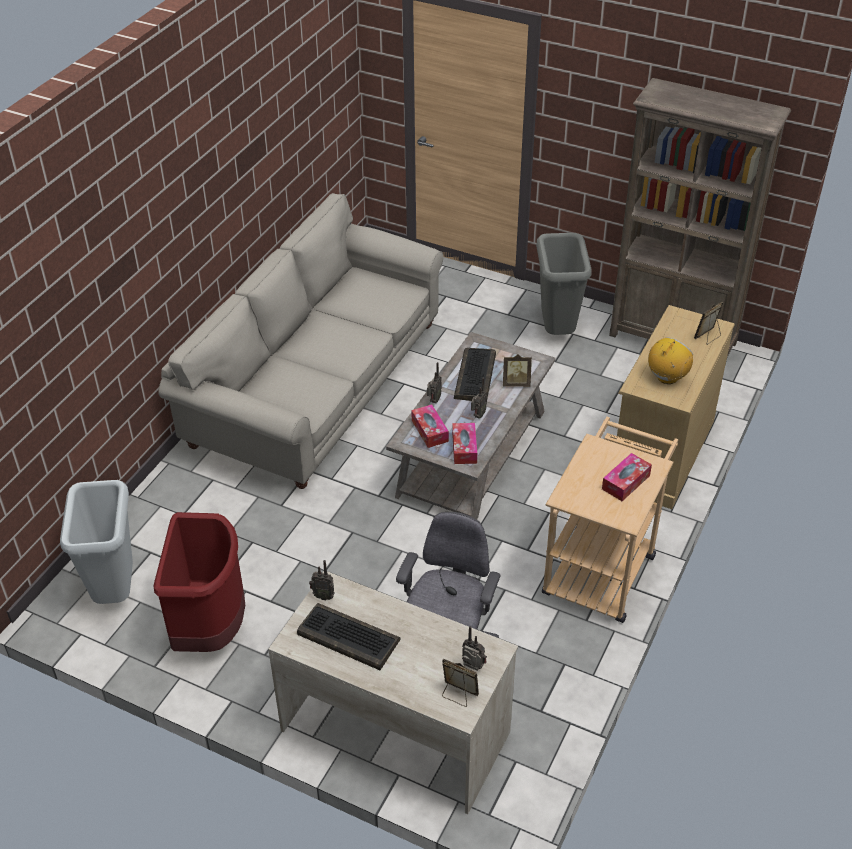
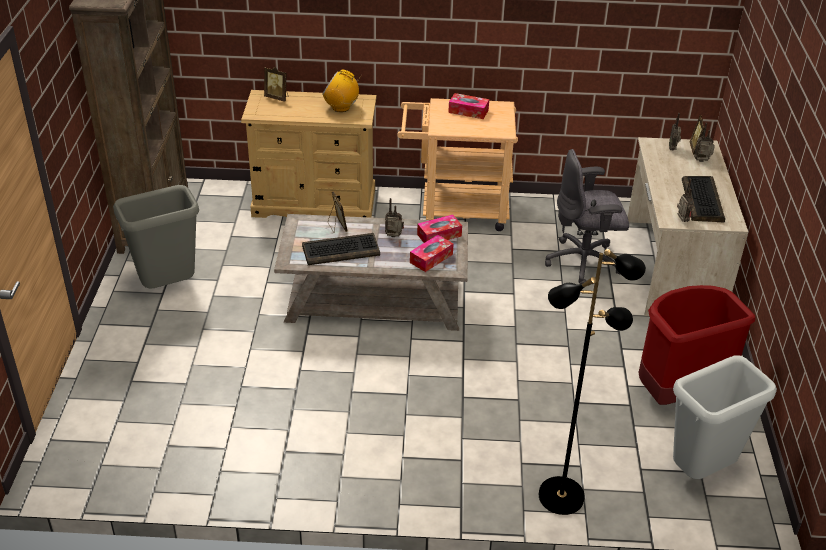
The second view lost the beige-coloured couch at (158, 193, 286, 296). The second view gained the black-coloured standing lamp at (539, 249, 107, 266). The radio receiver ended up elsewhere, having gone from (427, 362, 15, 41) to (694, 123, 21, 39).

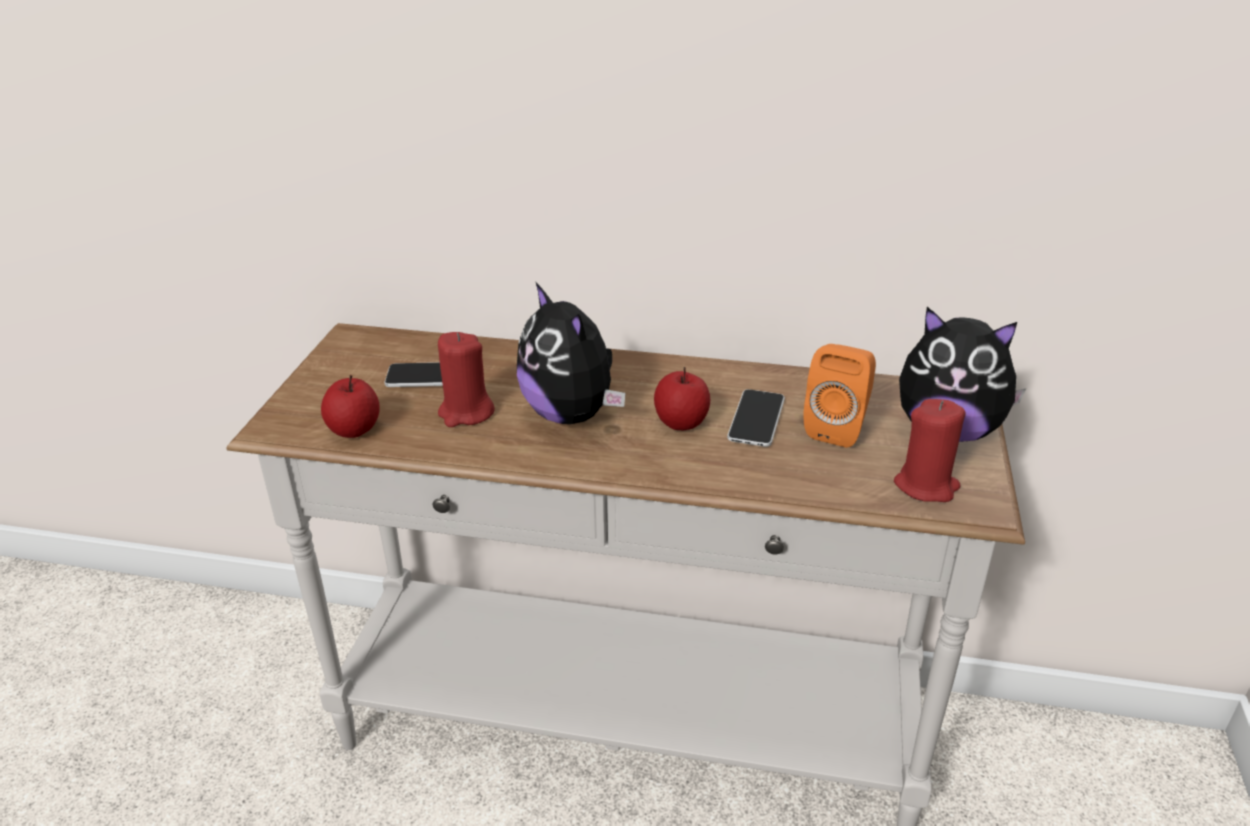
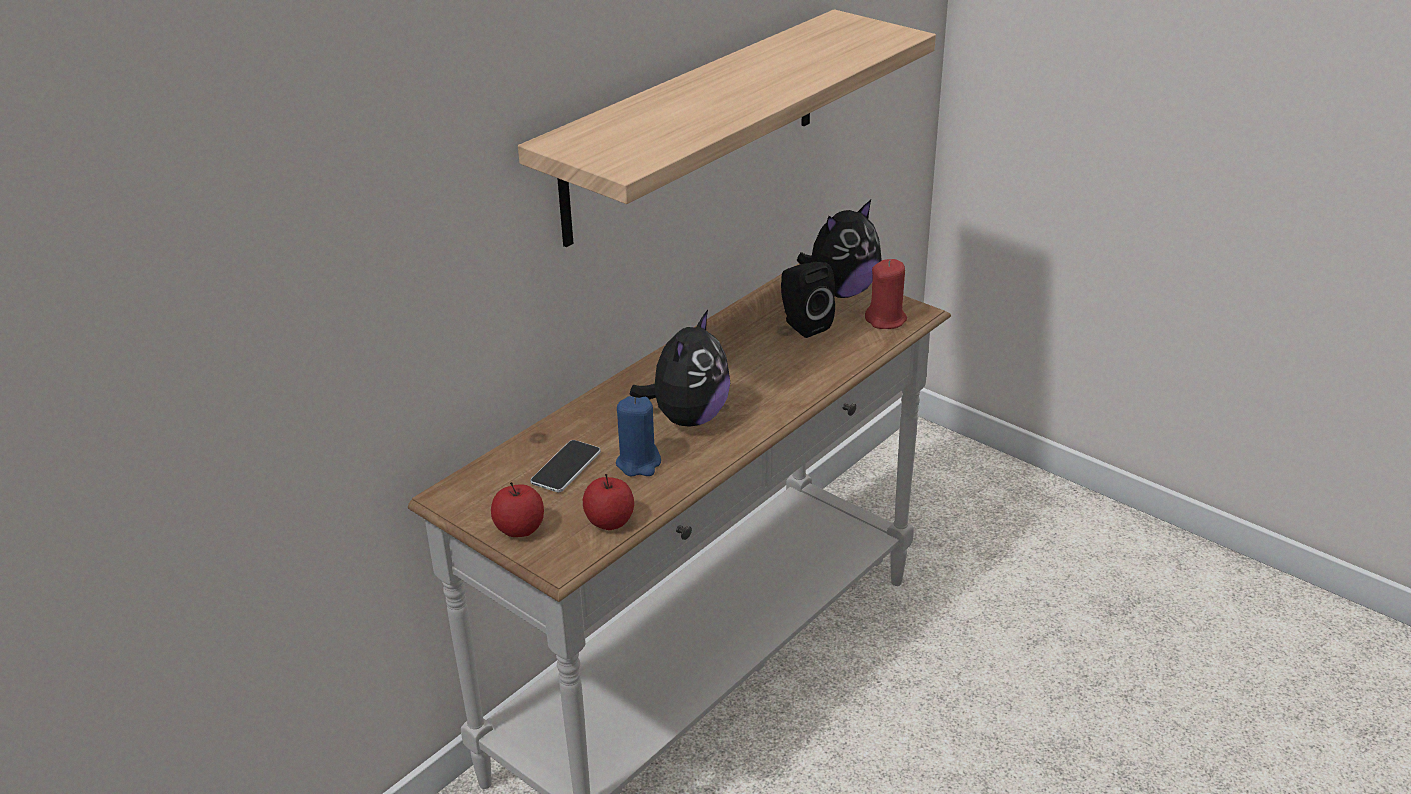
The second view lost the phone at (727, 389, 58, 58). The second view gained the wall shelf at (518, 9, 418, 238). The apple ended up elsewhere, having gone from (654, 367, 56, 64) to (491, 482, 53, 55). What was the red wax candle at (438, 332, 57, 95) turned into the bluish wax candle at (616, 396, 45, 81). What was the orange-coloured speaker at (803, 344, 73, 104) turned into the black-coloured speaker at (781, 262, 54, 76). The soft toy at (517, 283, 108, 141) ended up facing another way, 60 degrees counterclockwise from before.

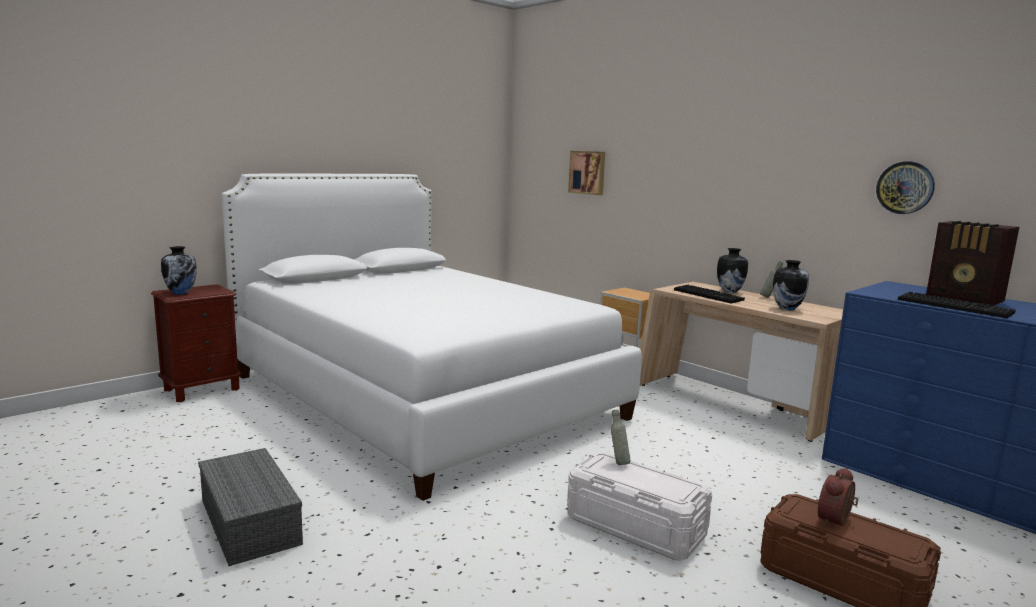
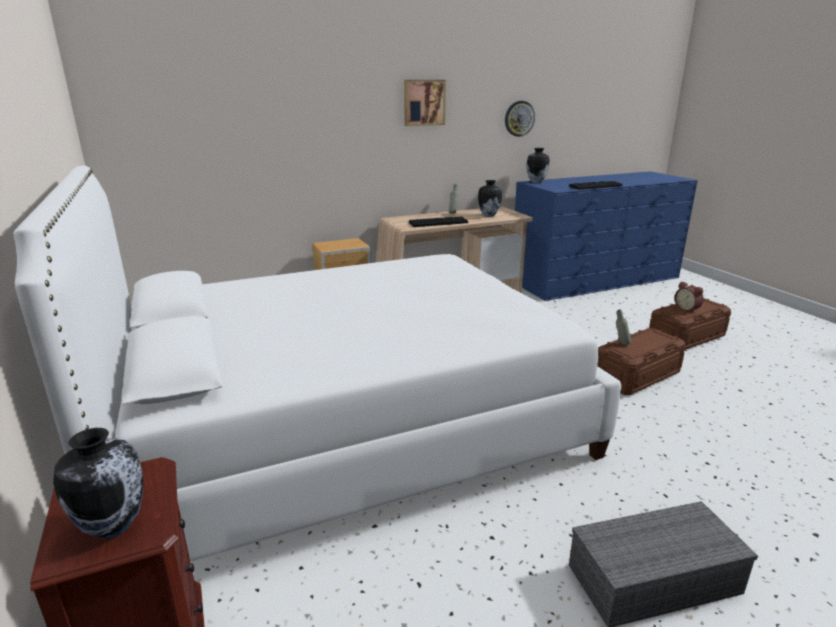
The second view lost the radio receiver at (926, 221, 93, 85). The picture ended up elsewhere, having gone from (568, 151, 37, 44) to (404, 80, 42, 46). The flower vase ended up elsewhere, having gone from (717, 248, 31, 45) to (527, 148, 23, 35). What was the white-coloured storage bin at (567, 452, 145, 108) turned into the brown-coloured storage bin at (597, 328, 89, 67).

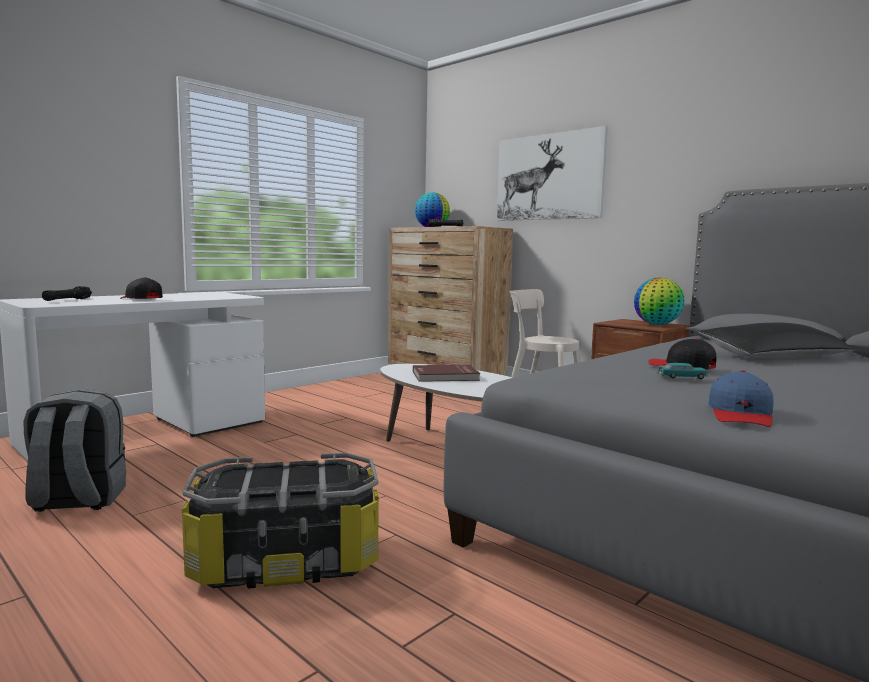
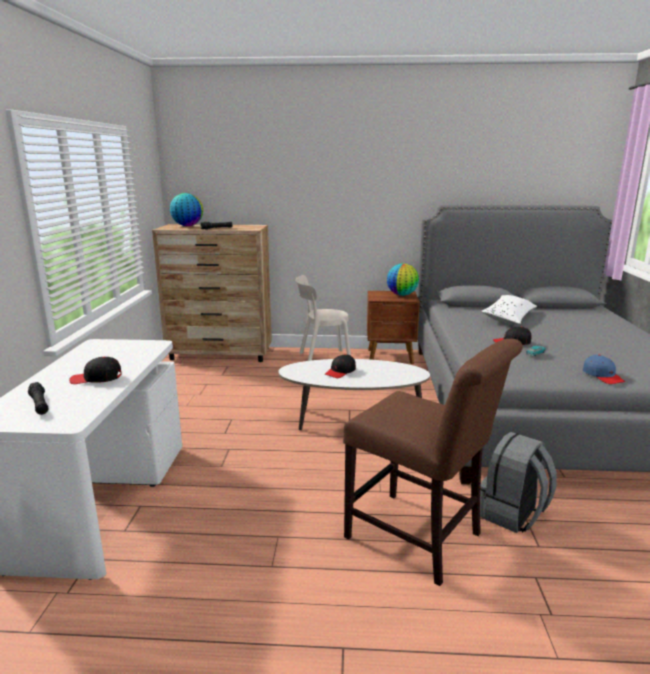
The second view lost the picture at (497, 126, 111, 95). The greyish knapsack ended up elsewhere, having gone from (23, 389, 103, 123) to (480, 432, 77, 101). Where the storage bin stood at (182, 453, 197, 136), the brown-coloured upright chair came to stand at (343, 339, 180, 247). Where the red bound book stood at (413, 365, 67, 17), the black-coloured baseball cap came to stand at (325, 354, 31, 24). What was the black-coloured throw pillow at (699, 323, 157, 36) turned into the white-coloured throw pillow at (481, 295, 56, 29).

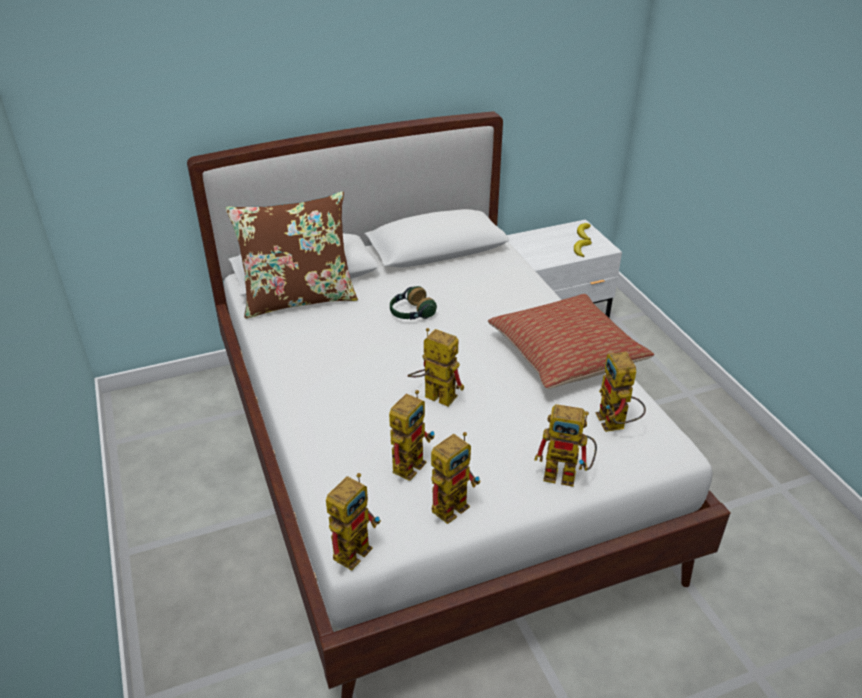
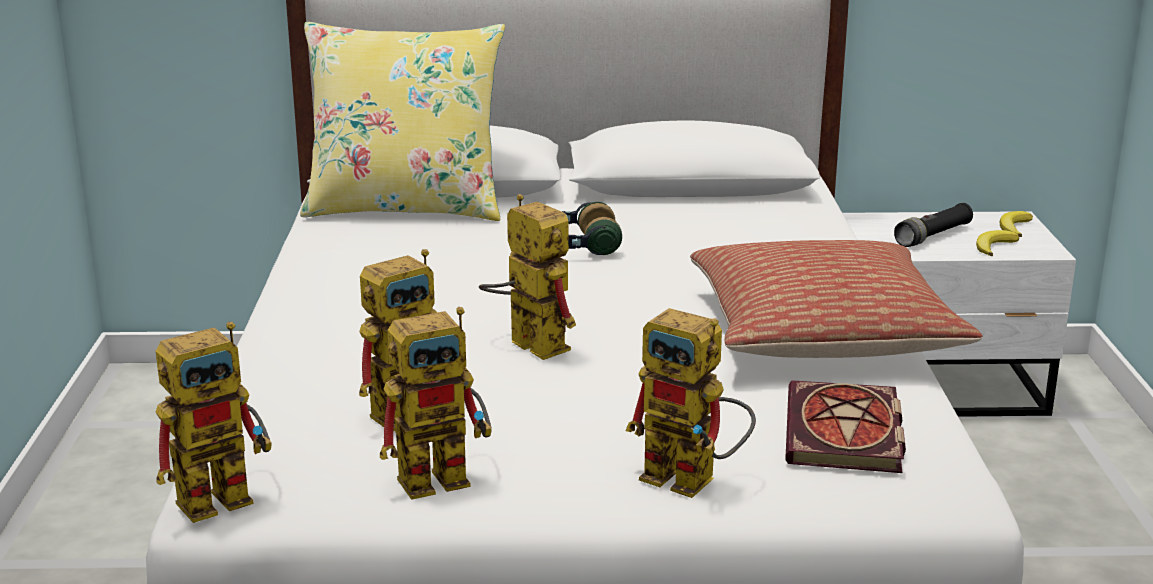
The second view gained the black-coloured flashlight at (894, 203, 79, 44). Where the model robot stood at (596, 352, 50, 80), the bound book came to stand at (785, 380, 121, 93). What was the brown-coloured throw pillow at (226, 191, 132, 128) turned into the yellow-coloured throw pillow at (300, 22, 205, 199).

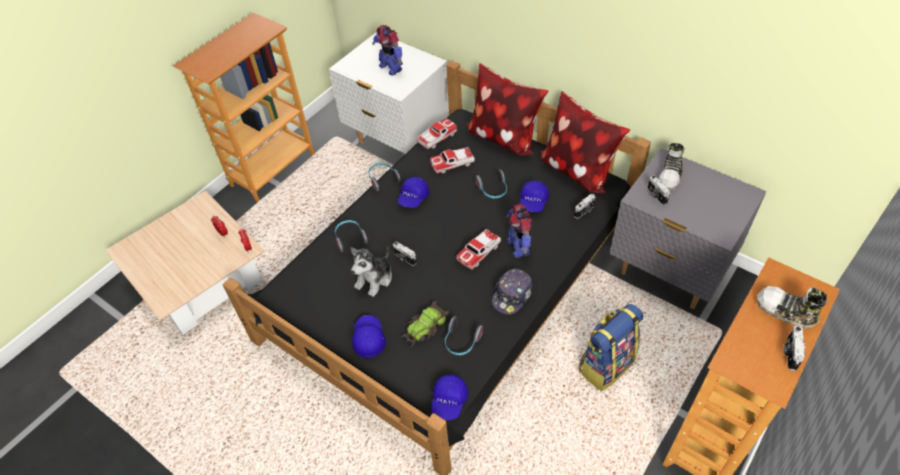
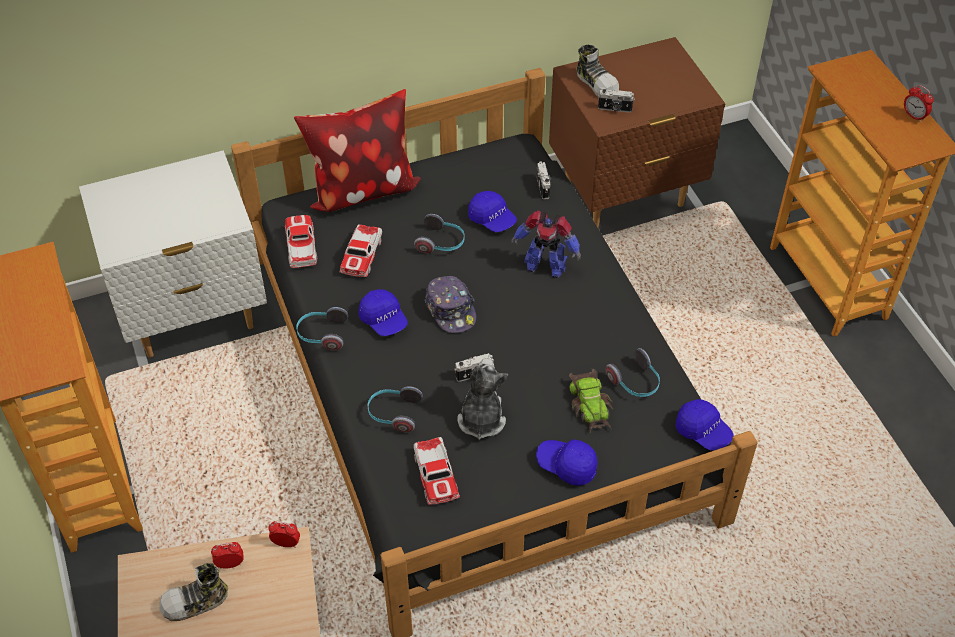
The second view lost the model robot at (372, 25, 31, 51). The second view lost the throw pillow at (540, 91, 90, 102). The second view lost the knapsack at (579, 304, 64, 87). The toy car ended up elsewhere, having gone from (456, 229, 45, 40) to (413, 437, 47, 68). The baseball cap ended up elsewhere, having gone from (492, 269, 40, 46) to (425, 276, 52, 57). The item of footwear ended up elsewhere, having gone from (757, 286, 70, 42) to (159, 563, 69, 58). Where the photo camera stood at (783, 326, 23, 45), the alarm clock came to stand at (904, 85, 30, 37). What was the greyish night table at (610, 148, 157, 161) turned into the brown-coloured night table at (549, 37, 176, 191). The soft toy at (350, 247, 42, 50) ended up facing another way, 150 degrees counterclockwise from before.

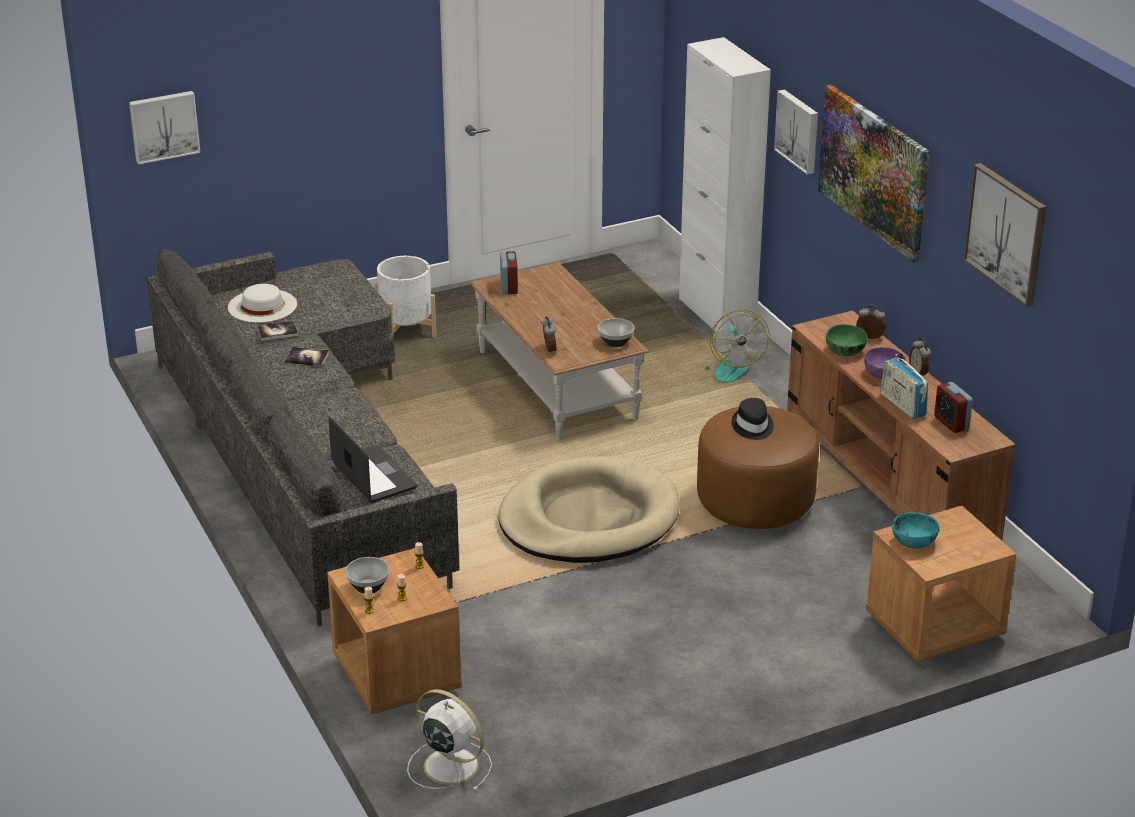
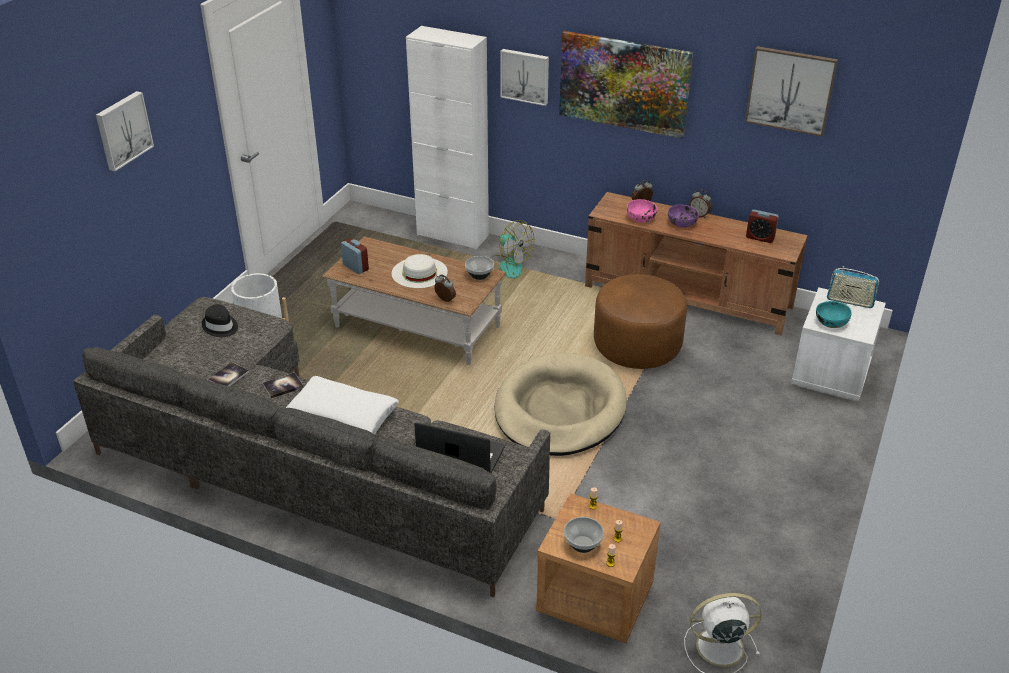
The second view gained the white-coloured throw pillow at (286, 376, 113, 58). The picture ended up elsewhere, having gone from (129, 91, 71, 74) to (96, 91, 58, 80). The white-coloured wearable hat ended up elsewhere, having gone from (228, 284, 69, 39) to (391, 254, 57, 34). The black-coloured wearable hat ended up elsewhere, having gone from (732, 398, 42, 42) to (202, 304, 36, 33). The radio receiver ended up elsewhere, having gone from (880, 354, 48, 65) to (827, 266, 52, 42). What was the greenish bowl at (826, 324, 41, 32) turned into the pinkish bowl at (627, 199, 30, 24). What was the brown-coloured night table at (866, 505, 150, 157) turned into the white-coloured night table at (791, 288, 95, 113).

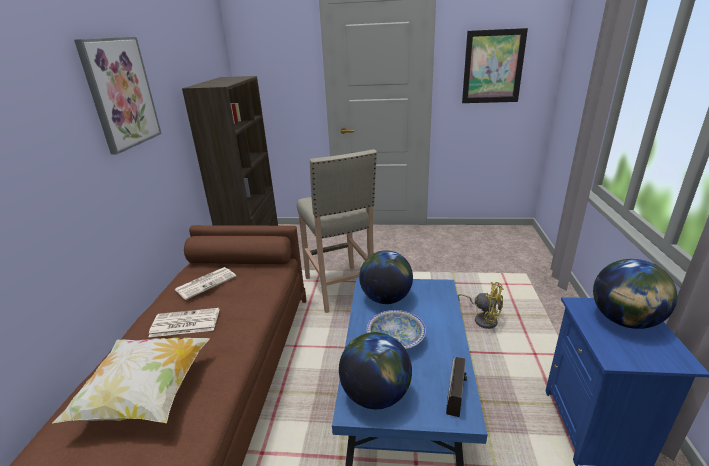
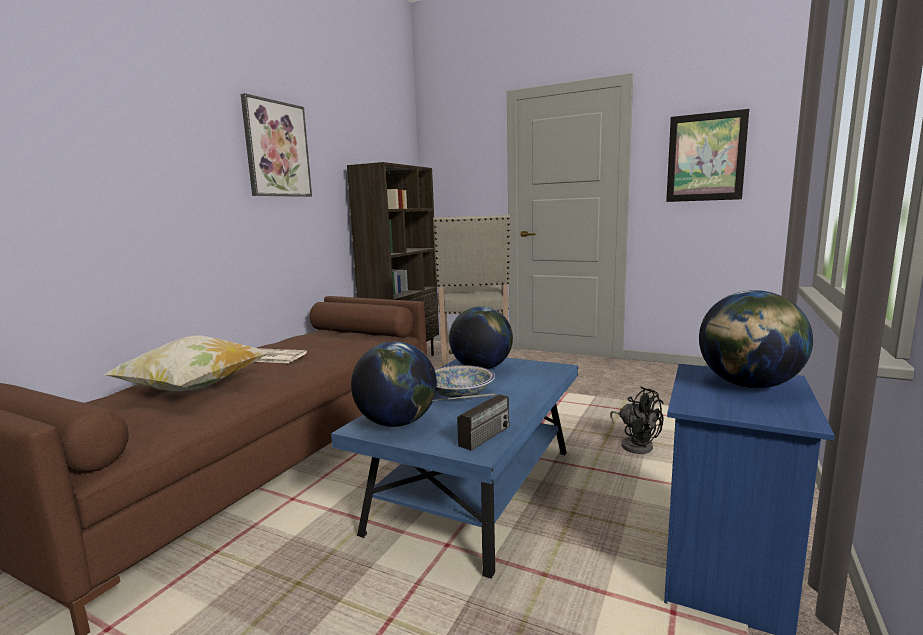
The second view lost the daily paper at (174, 267, 62, 33). What was the yellow-coloured fan at (458, 282, 46, 47) turned into the black-coloured fan at (610, 386, 54, 68).

